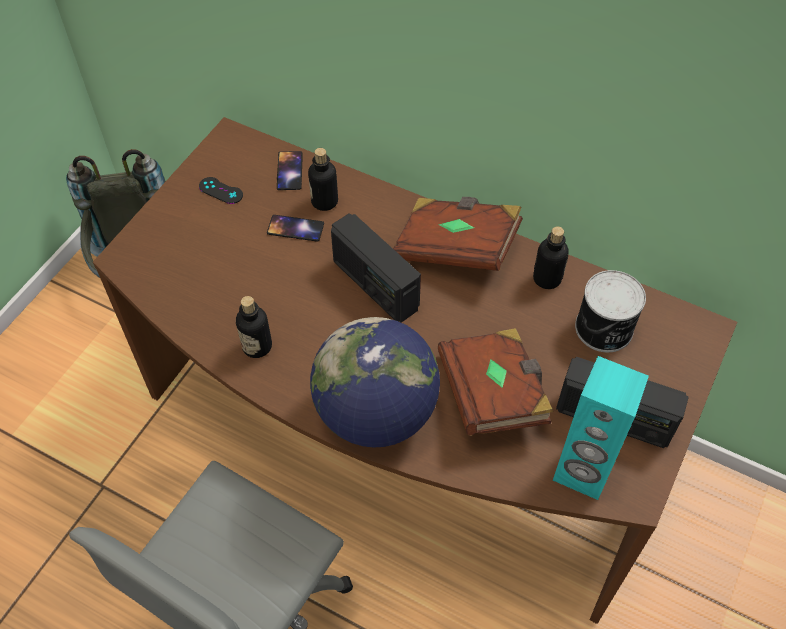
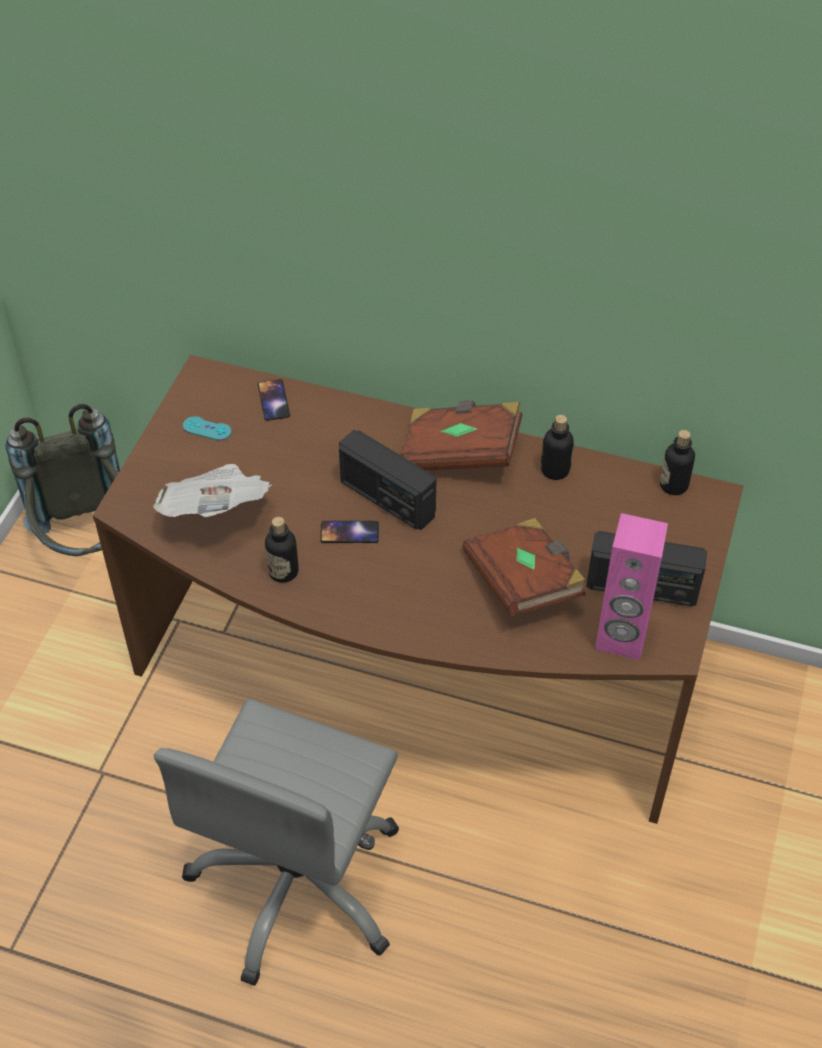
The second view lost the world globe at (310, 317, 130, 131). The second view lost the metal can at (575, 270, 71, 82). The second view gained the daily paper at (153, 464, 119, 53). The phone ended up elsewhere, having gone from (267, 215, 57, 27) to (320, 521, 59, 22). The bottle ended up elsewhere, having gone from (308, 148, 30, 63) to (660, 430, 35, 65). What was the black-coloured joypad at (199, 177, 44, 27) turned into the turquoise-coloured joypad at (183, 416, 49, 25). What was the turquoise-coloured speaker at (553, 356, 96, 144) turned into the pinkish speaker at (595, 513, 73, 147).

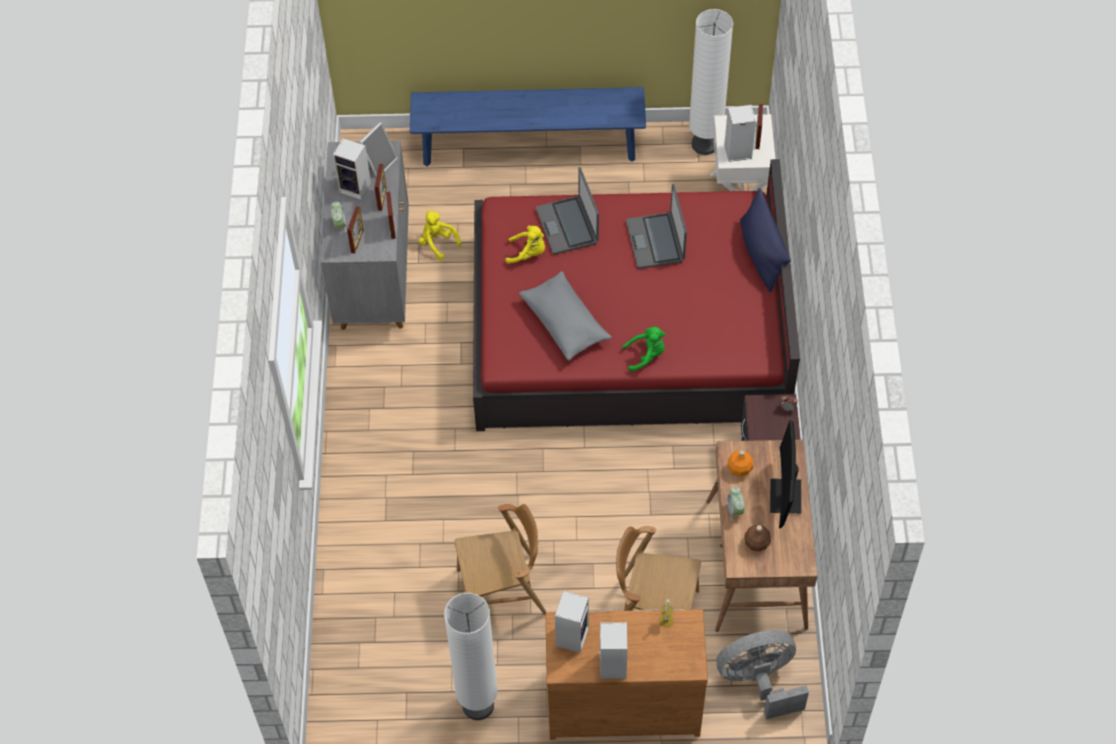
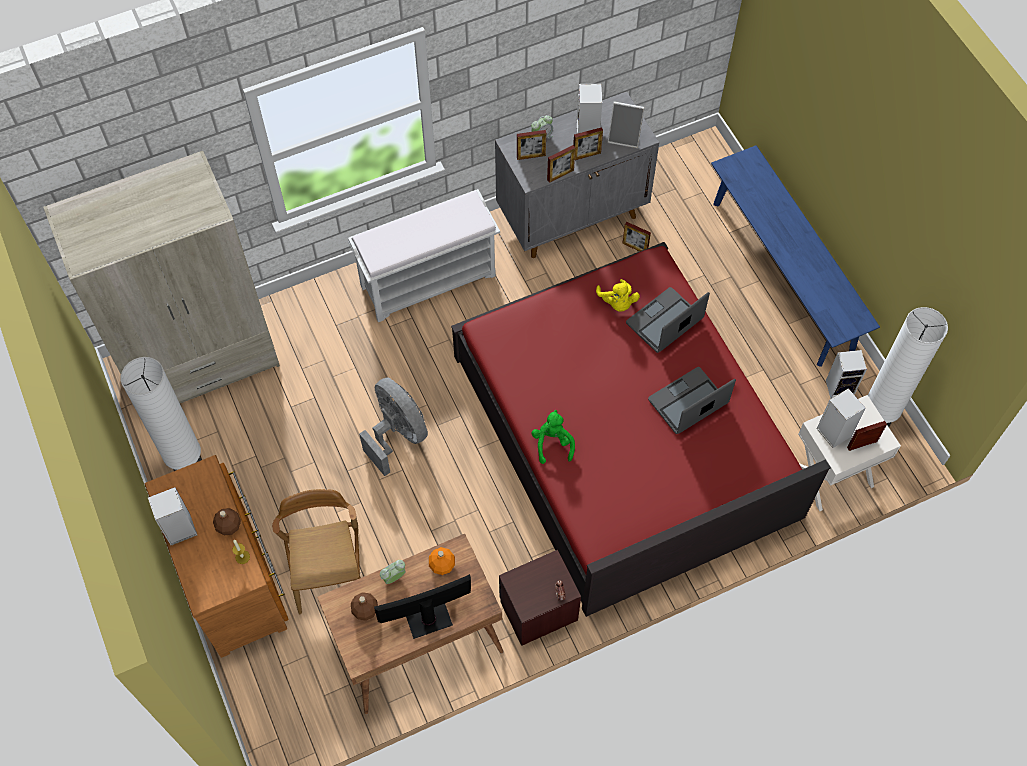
The second view lost the brown-coloured upright chair at (454, 504, 92, 112). The second view lost the greyish throw pillow at (519, 271, 93, 90). The second view lost the bluish throw pillow at (740, 188, 51, 104). The second view gained the beige-coloured wardrobe at (43, 151, 237, 252). The second view gained the brown-coloured bottle at (213, 508, 28, 27). The second view gained the white-coloured bench at (348, 189, 152, 133). The speaker ended up elsewhere, having gone from (555, 591, 34, 62) to (826, 350, 41, 49). The greyish fan ended up elsewhere, having gone from (716, 630, 93, 90) to (359, 378, 69, 98). Where the yellow-coloured soft toy stood at (418, 211, 43, 49), the photo frame came to stand at (622, 222, 29, 29). The greenish soft toy at (622, 327, 44, 45) ended up facing another way, 150 degrees counterclockwise from before.

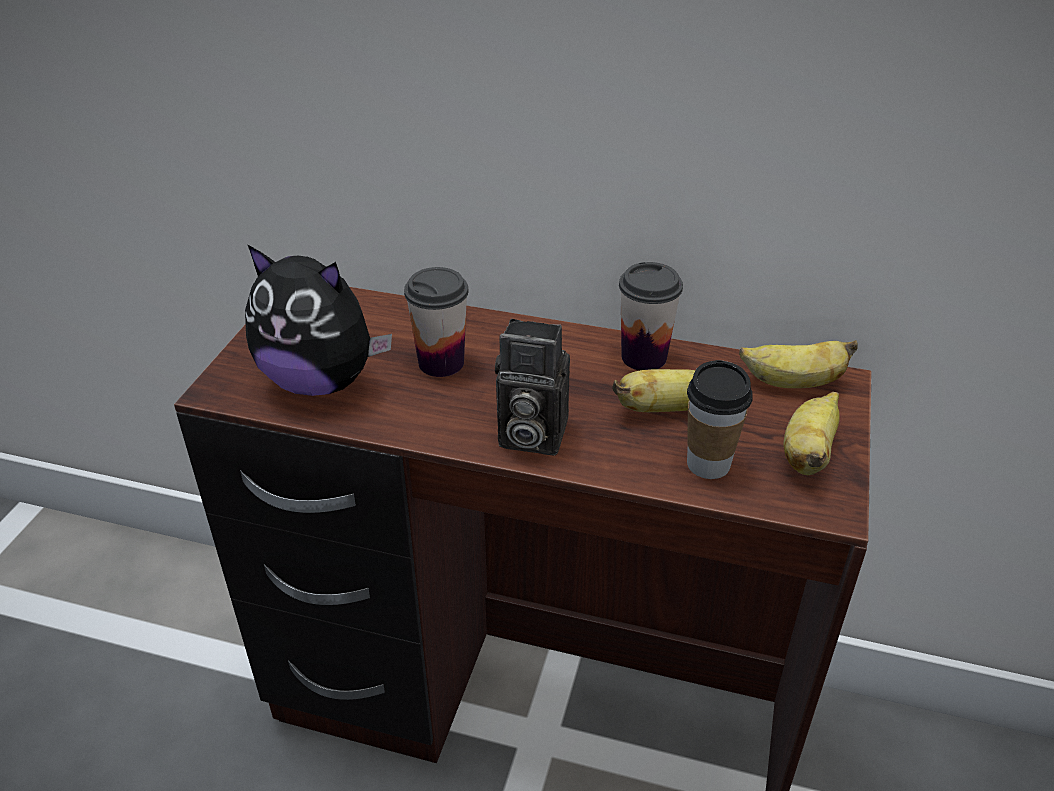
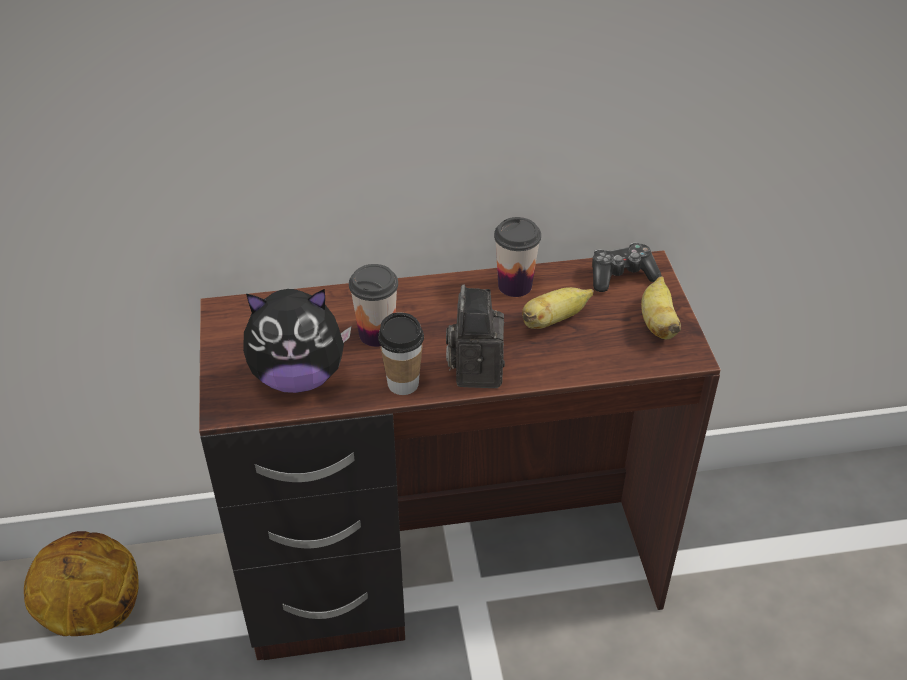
The second view gained the basketball ball at (24, 531, 115, 105). The small cup ended up elsewhere, having gone from (687, 360, 65, 119) to (378, 313, 46, 82). Where the banana stood at (739, 340, 119, 48), the joypad came to stand at (592, 243, 69, 49). The photo camera at (495, 318, 75, 138) ended up facing another way, 105 degrees clockwise from before.

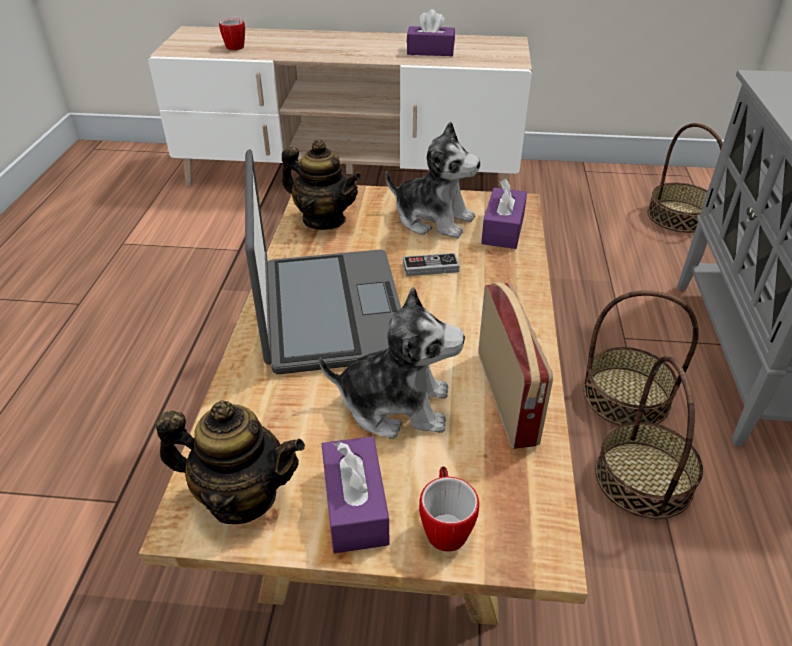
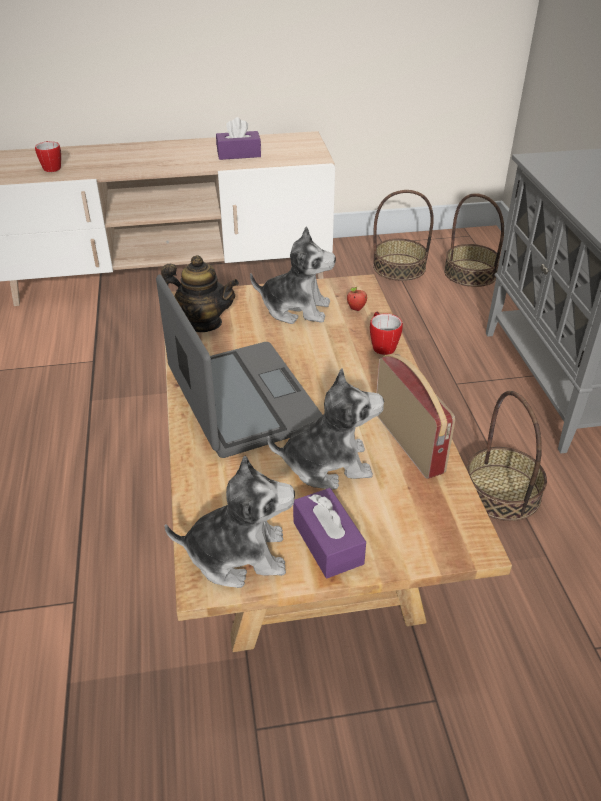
The second view lost the joypad at (403, 253, 57, 23). The tea mug ended up elsewhere, having gone from (419, 466, 60, 86) to (370, 311, 33, 44). The storage basket ended up elsewhere, having gone from (584, 290, 115, 135) to (373, 190, 61, 91). Where the pot for tea stood at (156, 400, 149, 124), the soft toy came to stand at (165, 456, 130, 132). Where the purple box of tissues stood at (481, 179, 46, 70), the apple came to stand at (347, 286, 20, 25).

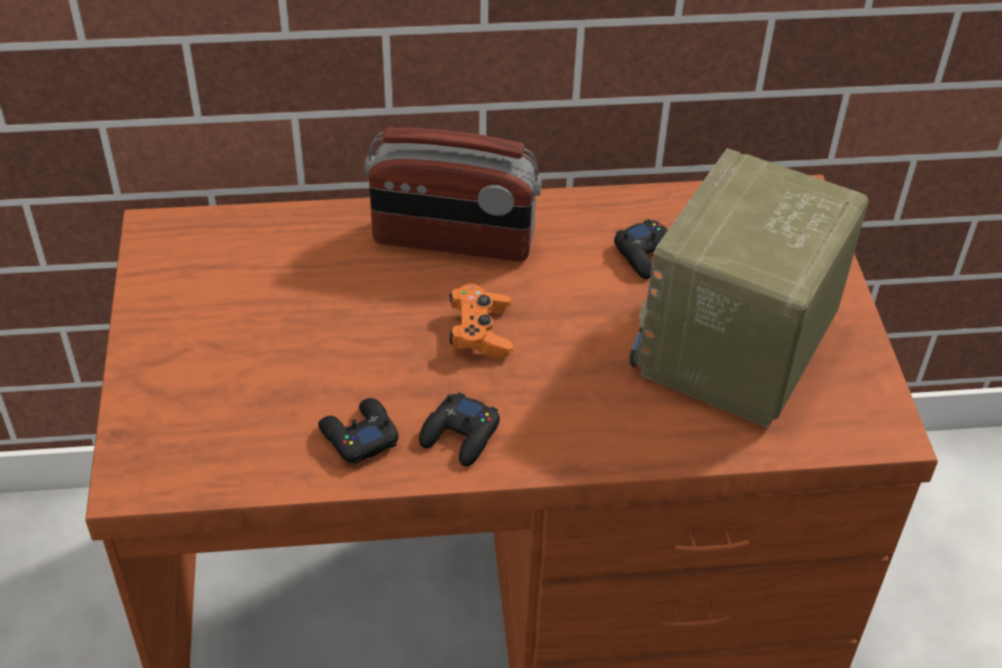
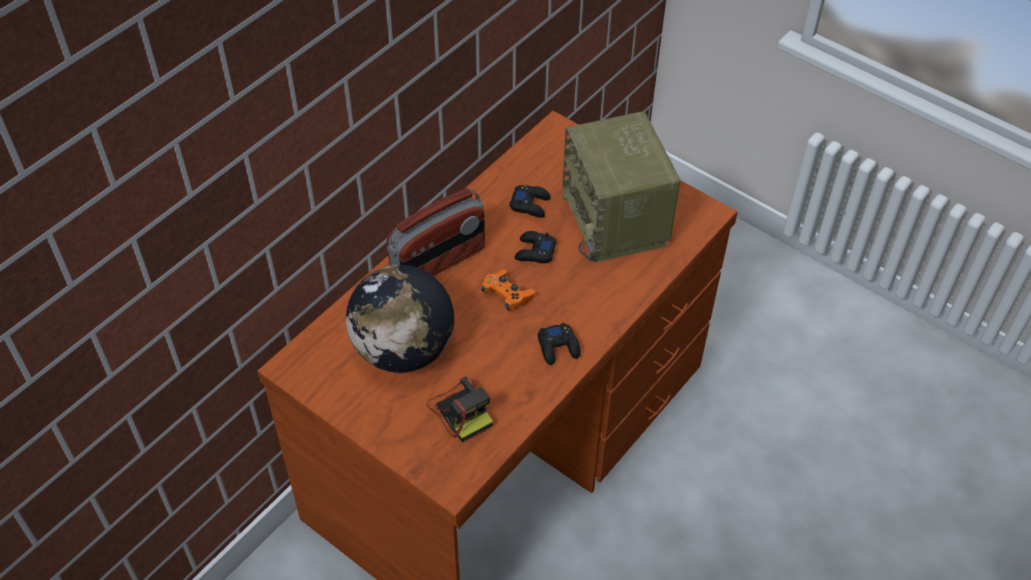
The second view gained the world globe at (346, 265, 108, 108). The second view gained the photo camera at (426, 376, 67, 66). The black-coloured joypad ended up elsewhere, having gone from (318, 398, 80, 66) to (515, 231, 42, 32).

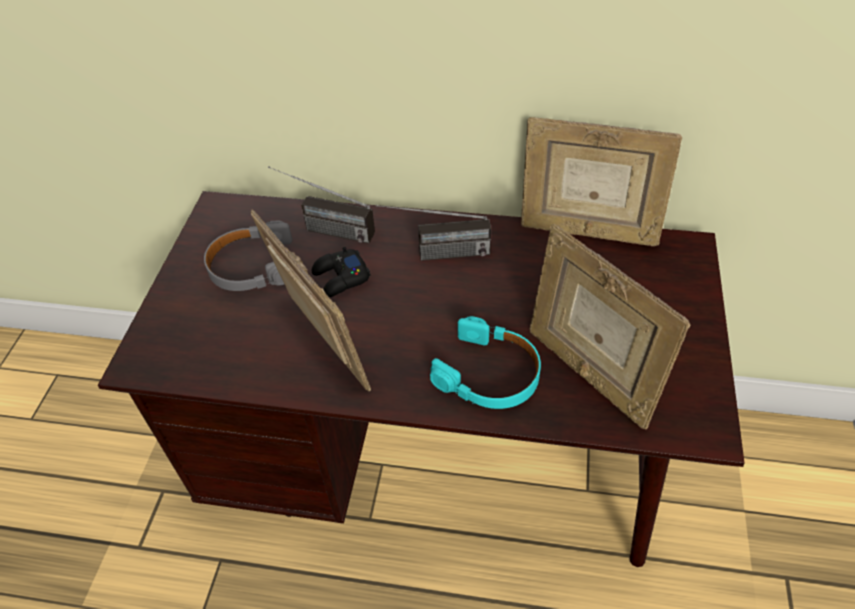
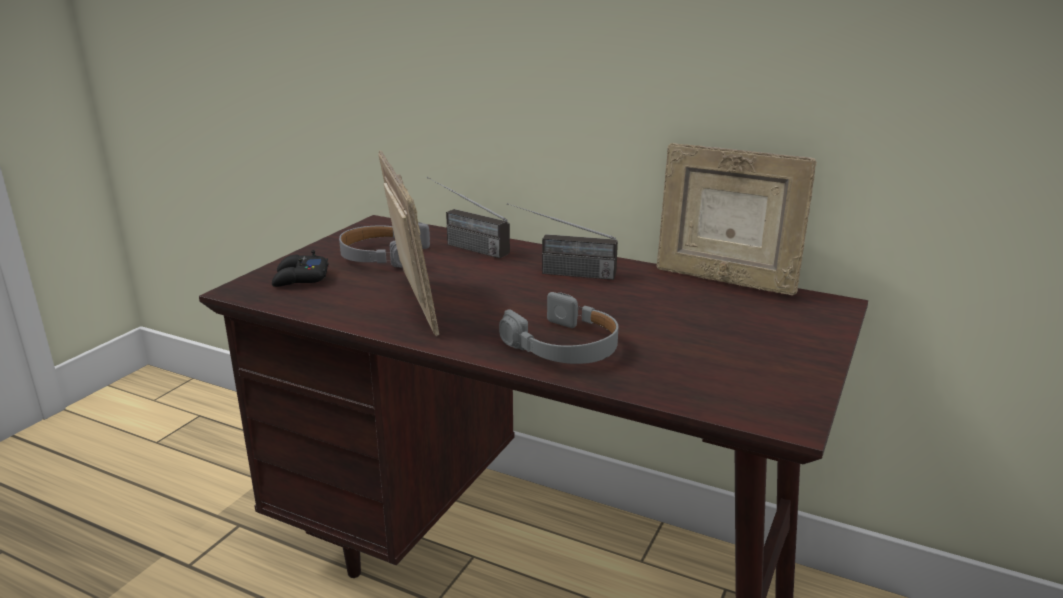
The second view lost the photo frame at (530, 224, 160, 205). The black-coloured joypad ended up elsewhere, having gone from (312, 247, 59, 51) to (272, 250, 57, 37). What was the turquoise-coloured headphones at (430, 316, 111, 93) turned into the greyish headphones at (499, 292, 119, 72).

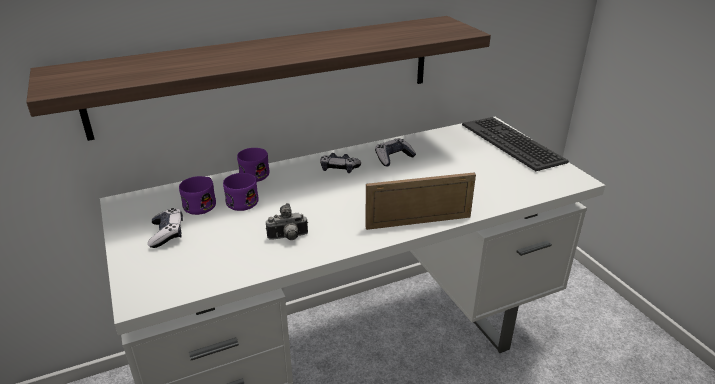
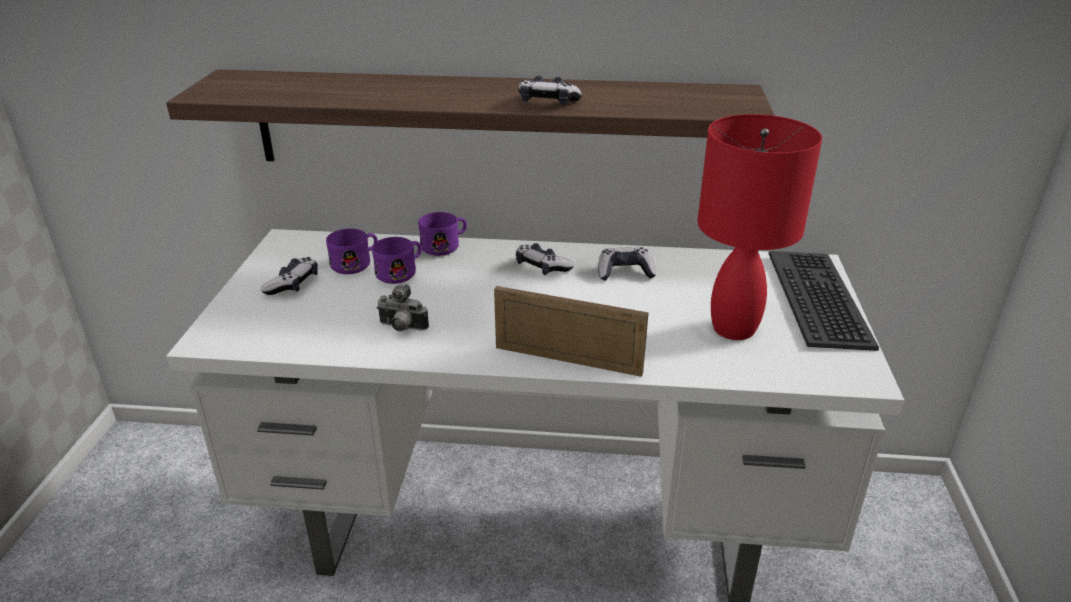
The second view gained the joypad at (518, 76, 64, 29). The second view gained the red tabletop lamp at (697, 114, 125, 226).

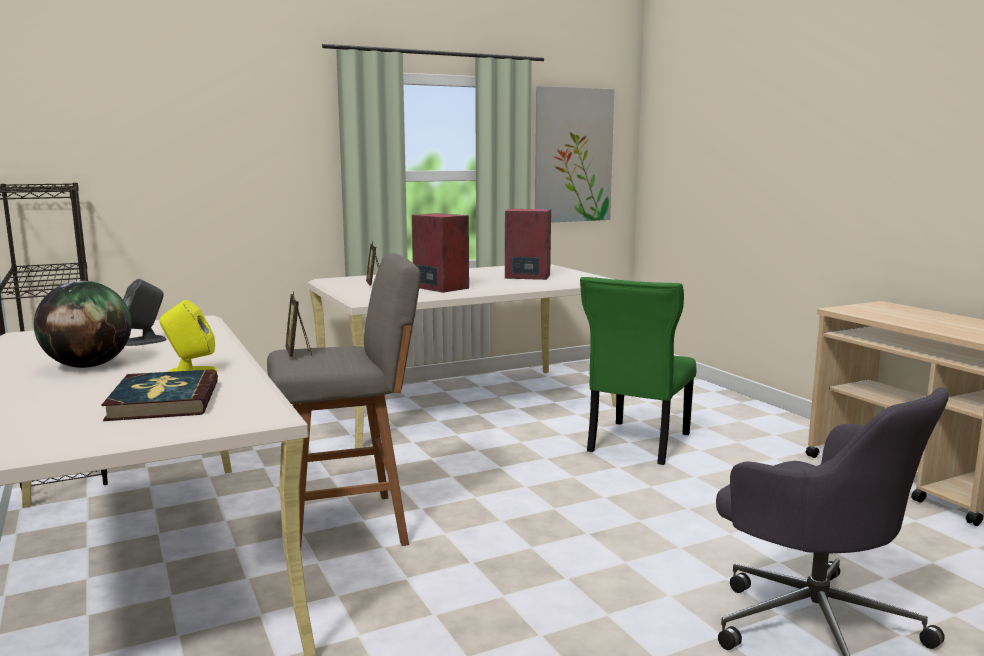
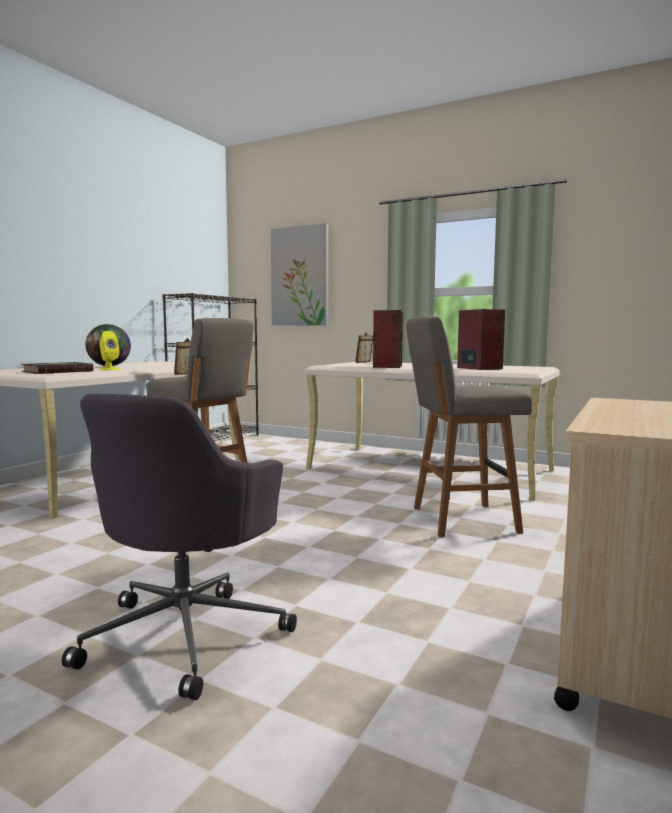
The second view lost the greyish speaker at (123, 279, 44, 67). The picture ended up elsewhere, having gone from (535, 86, 79, 137) to (271, 223, 57, 103). Where the greenish upright chair stood at (580, 277, 116, 188), the greyish sitting stool came to stand at (406, 316, 126, 221).

